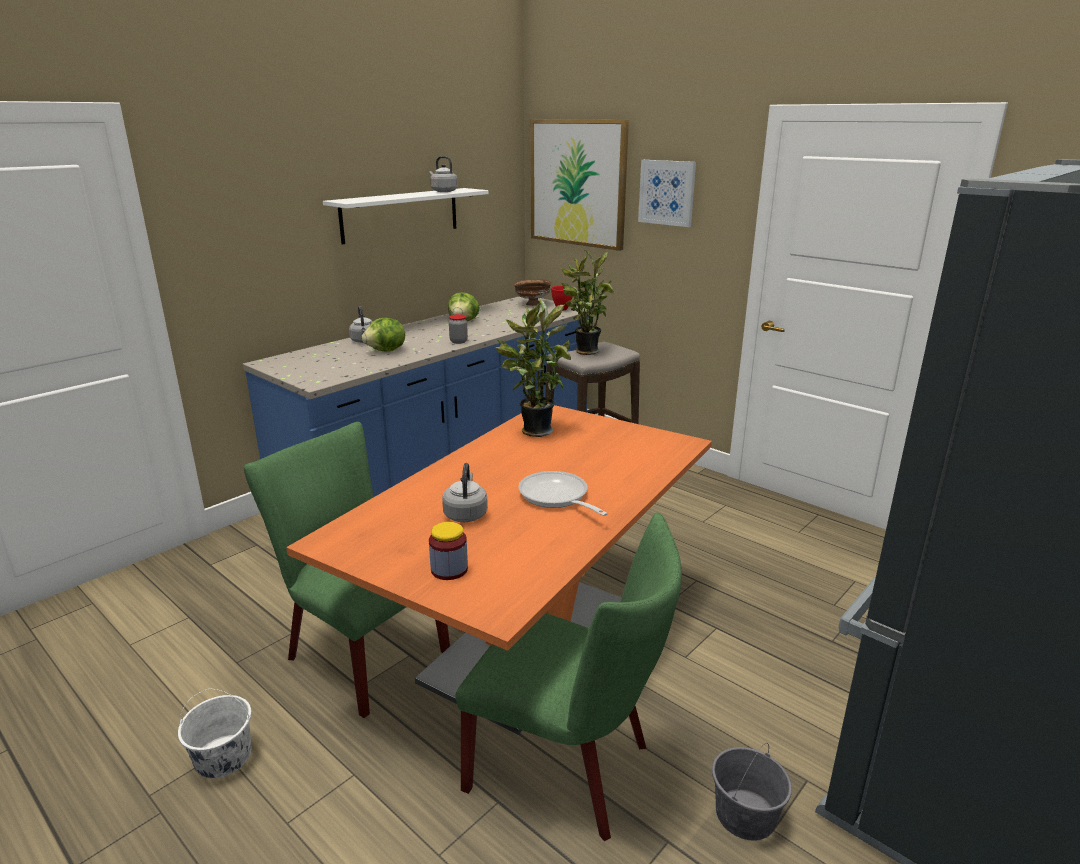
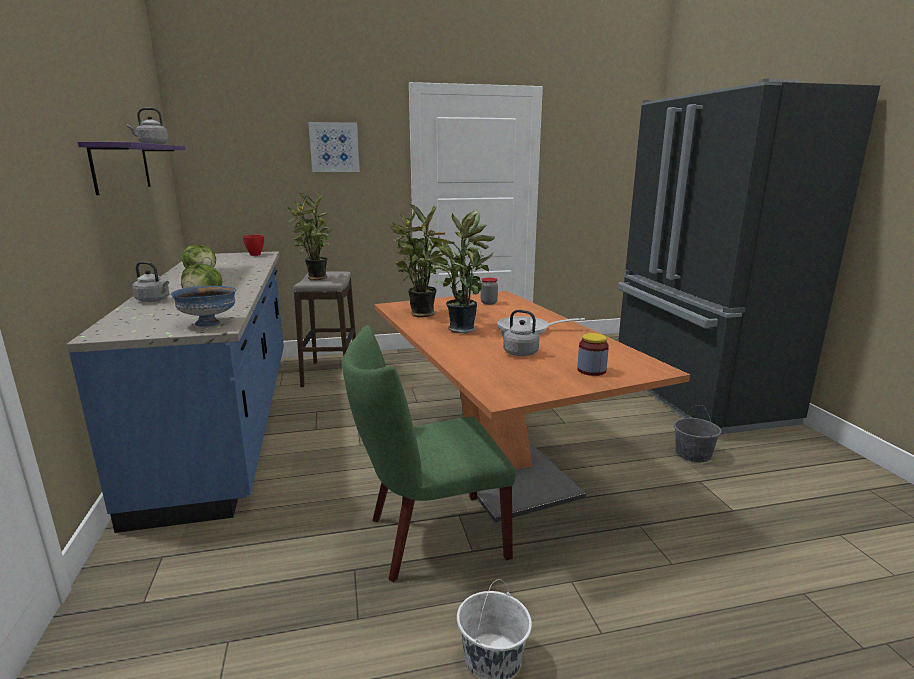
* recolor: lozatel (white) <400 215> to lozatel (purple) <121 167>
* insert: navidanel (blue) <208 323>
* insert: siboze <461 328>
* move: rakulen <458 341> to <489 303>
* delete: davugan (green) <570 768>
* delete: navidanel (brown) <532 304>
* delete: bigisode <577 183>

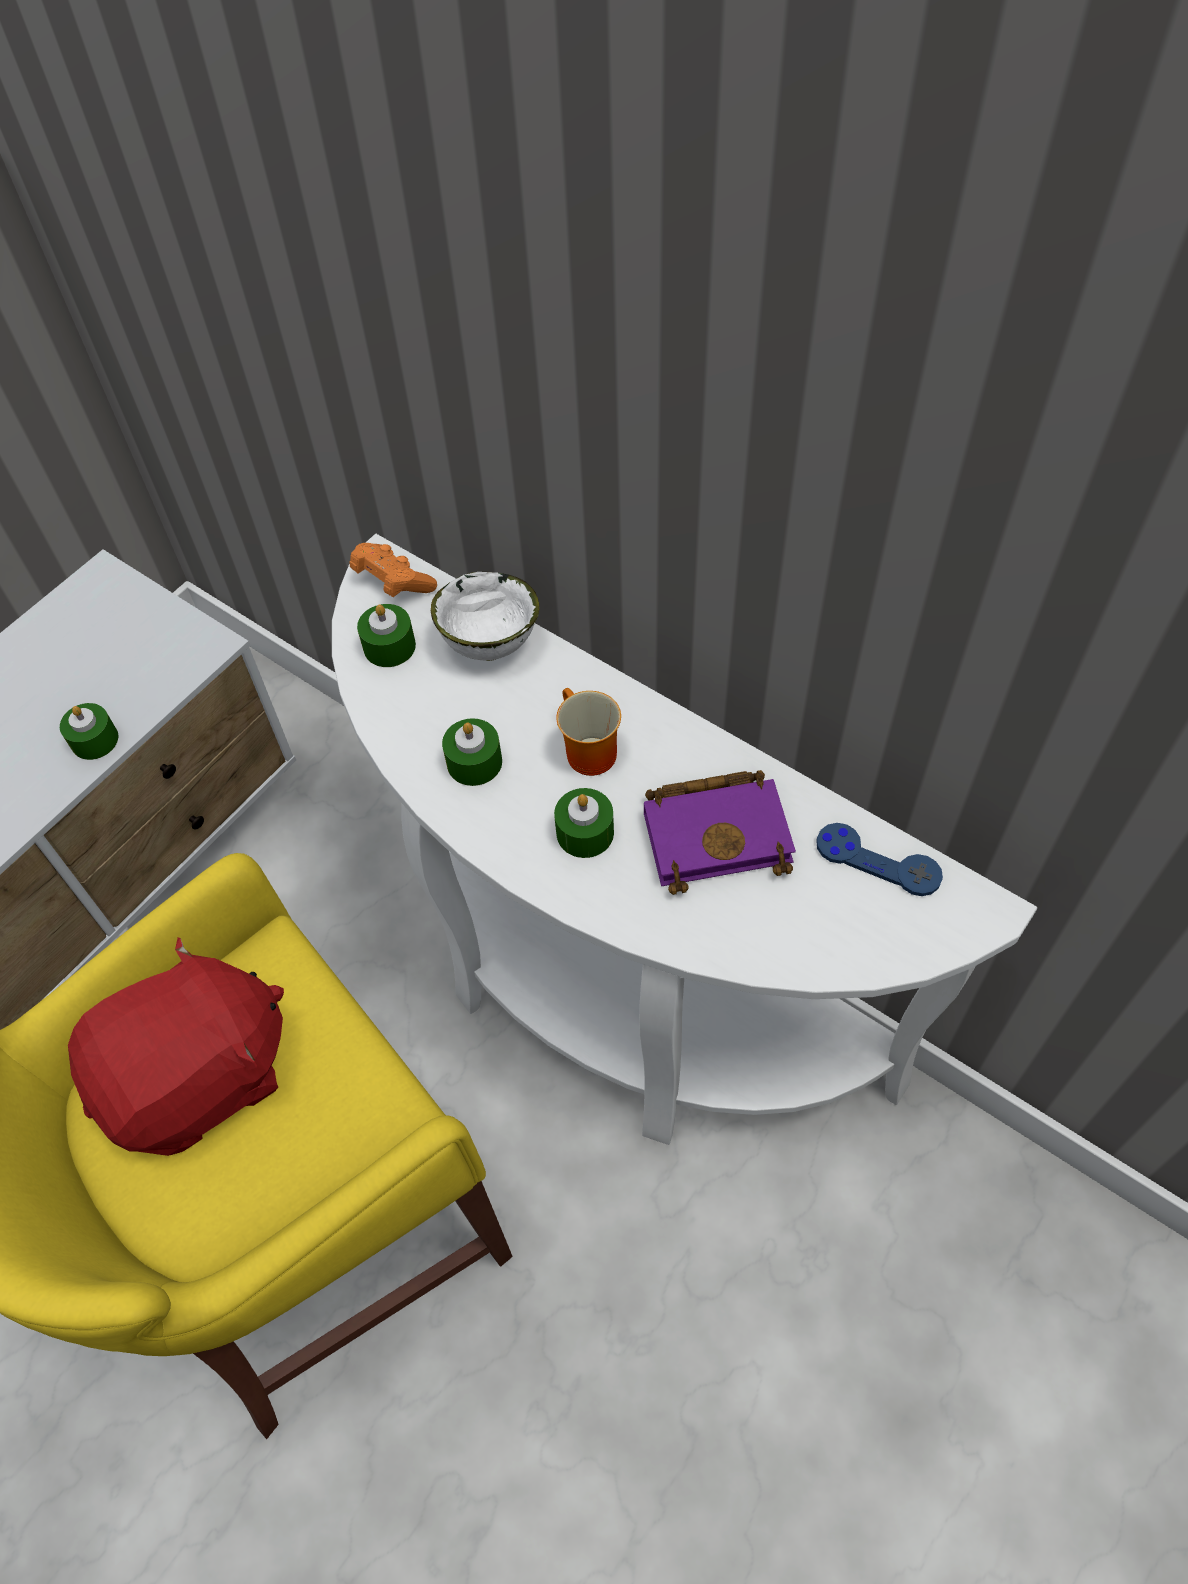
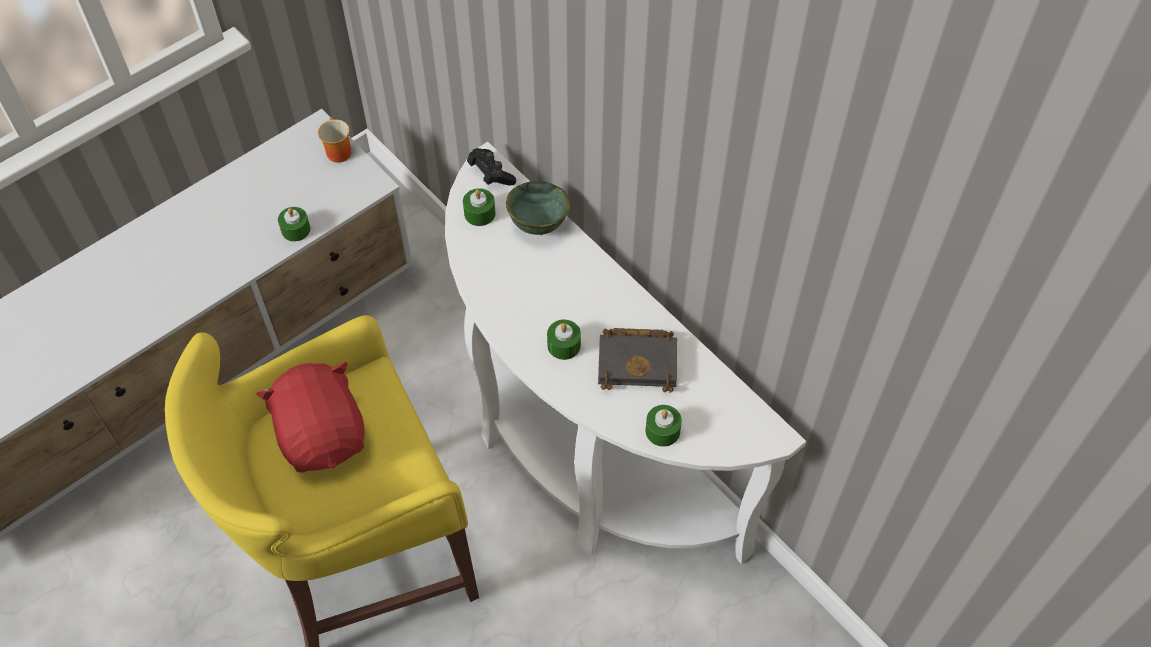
* rotate: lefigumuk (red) <200 1077> = <323 434> 90 degrees counterclockwise
* move: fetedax <585 752> to <336 151>
* recolor: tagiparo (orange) <393 582> to tagiparo (black) <490 174>
* recolor: navidanel (white) <488 645> to navidanel (green) <537 224>
* recolor: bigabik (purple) <719 833> to bigabik (black) <639 361>
* move: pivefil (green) <474 762> to <662 431>
* delete: tagiparo (blue) <878 861>

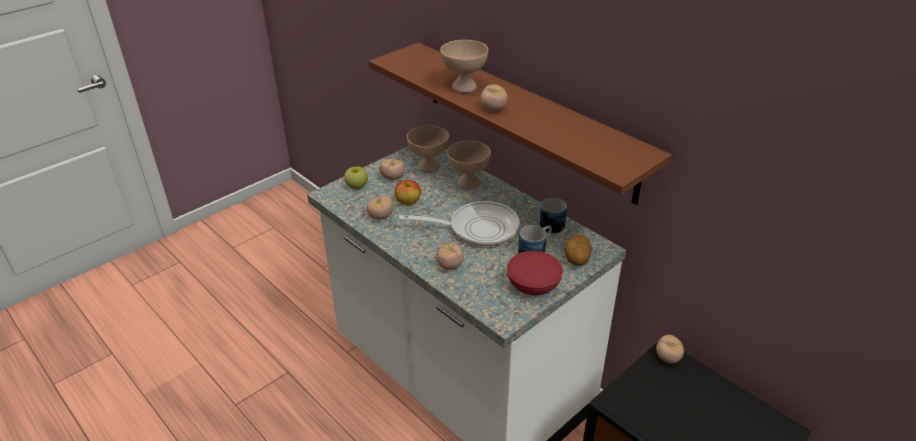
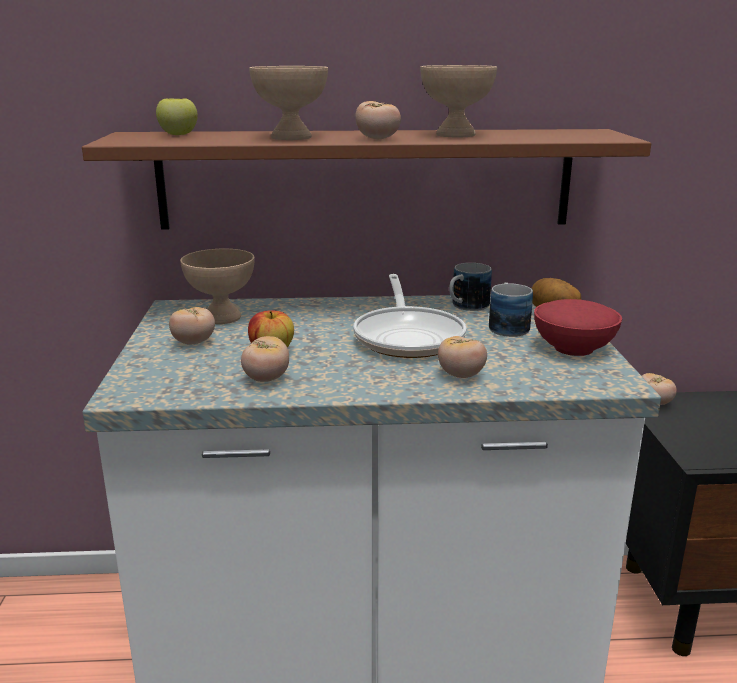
* move: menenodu <357 186> to <178 134>
* rotate: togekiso <477 228> = <408 336> 135 degrees clockwise
* move: navidanel (beige) <469 183> to <455 134>

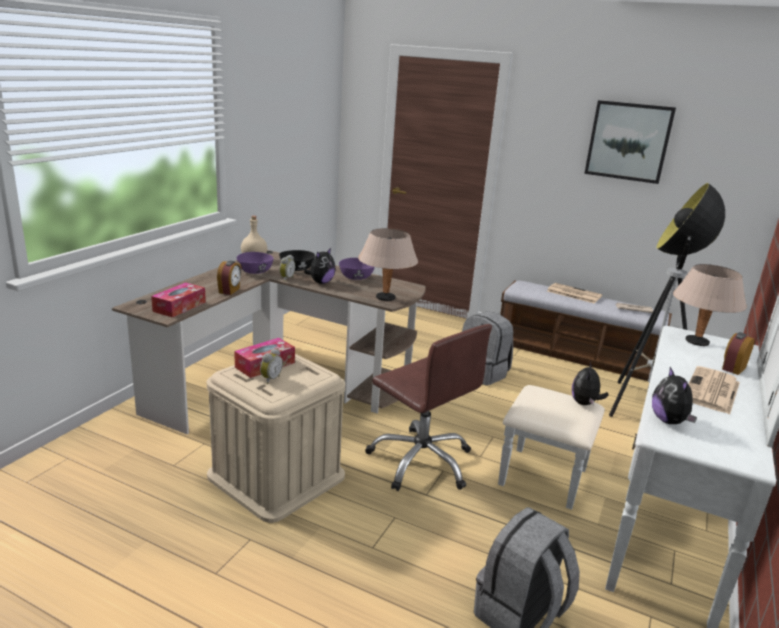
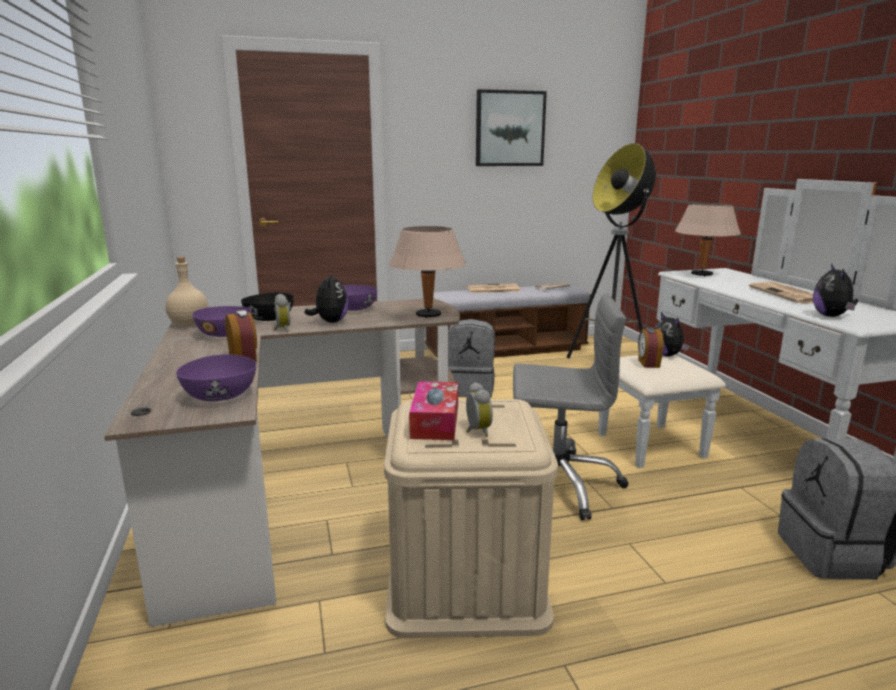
* replace: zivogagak <179 307> to navidanel (purple) <219 396>
* recolor: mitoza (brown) <421 461> to mitoza (grey) <557 483>
* move: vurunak <733 368> to <648 363>
* rotate: lefigumuk <669 421> = <832 316> 60 degrees clockwise

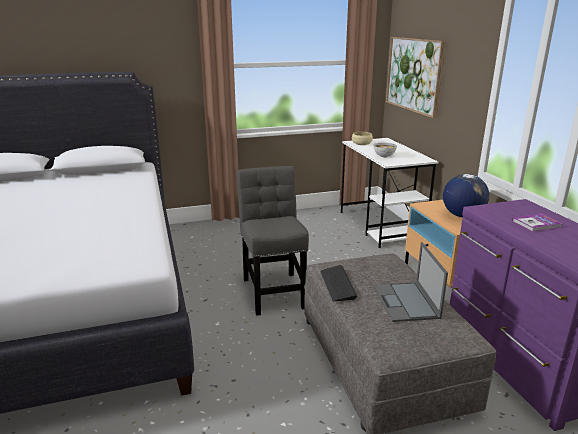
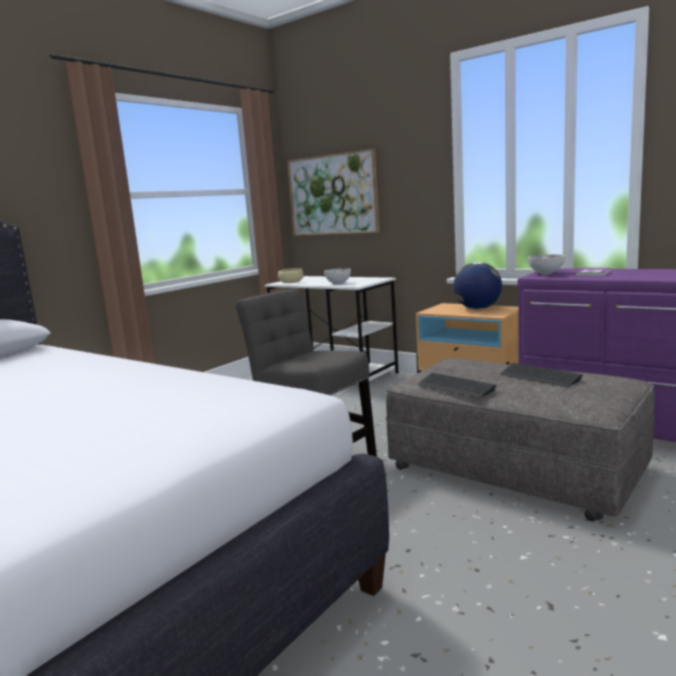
* replace: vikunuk <406 302> to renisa <539 377>
* insert: navidanel <546 274>

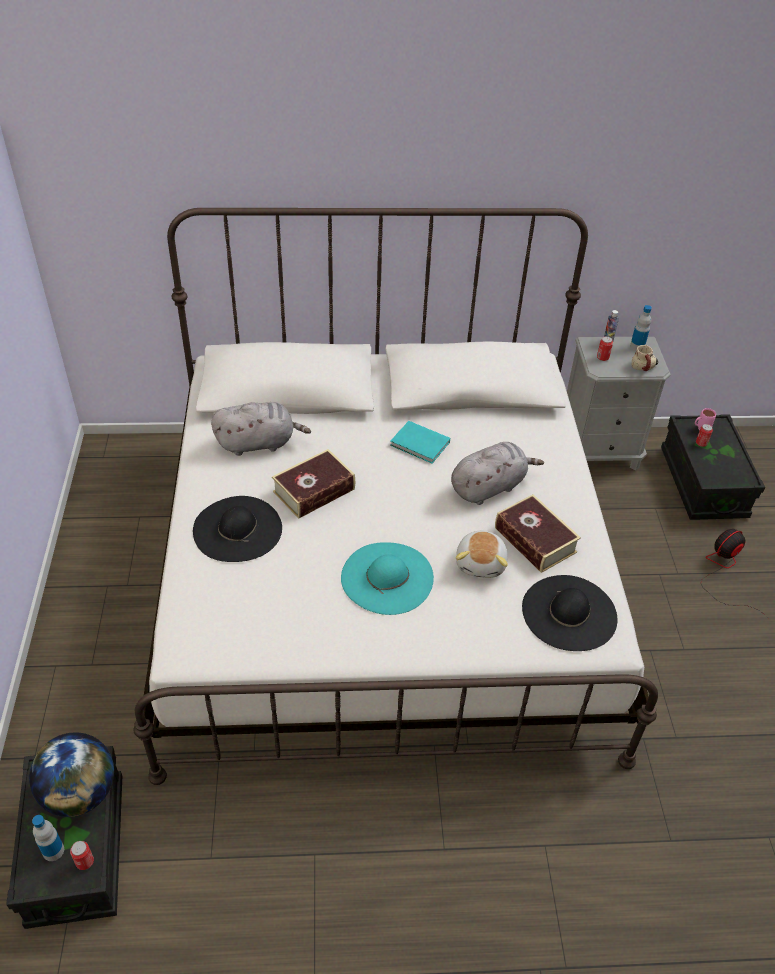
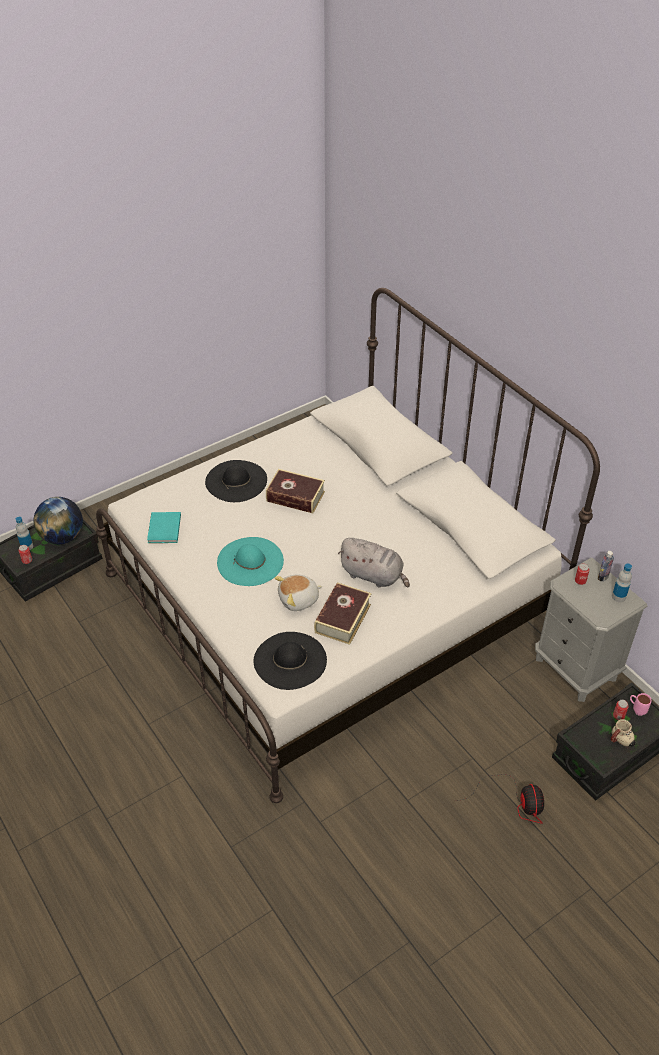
* move: bigabik (turquoise) <420 445> to <163 530>
* rotate: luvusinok <724 571> = <515 802> 60 degrees clockwise
* move: fetedax <645 368> to <620 741>
* delete: lefigumuk (grey) <259 443>

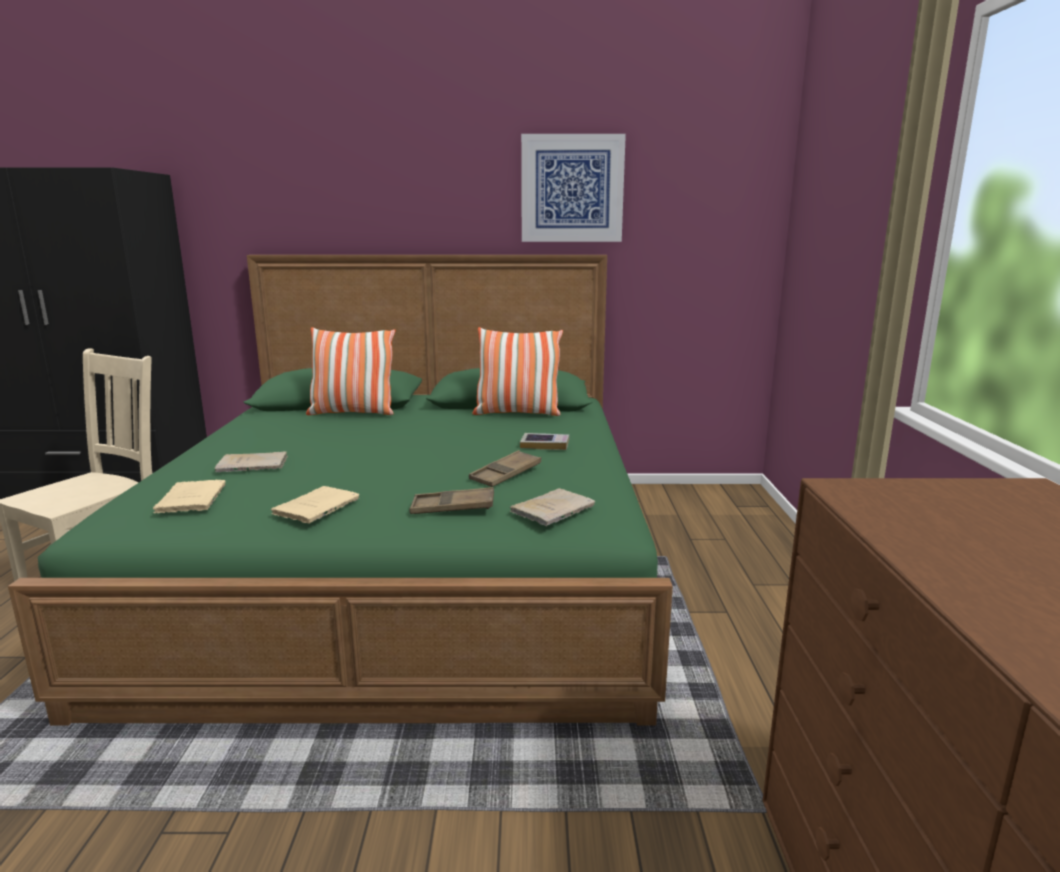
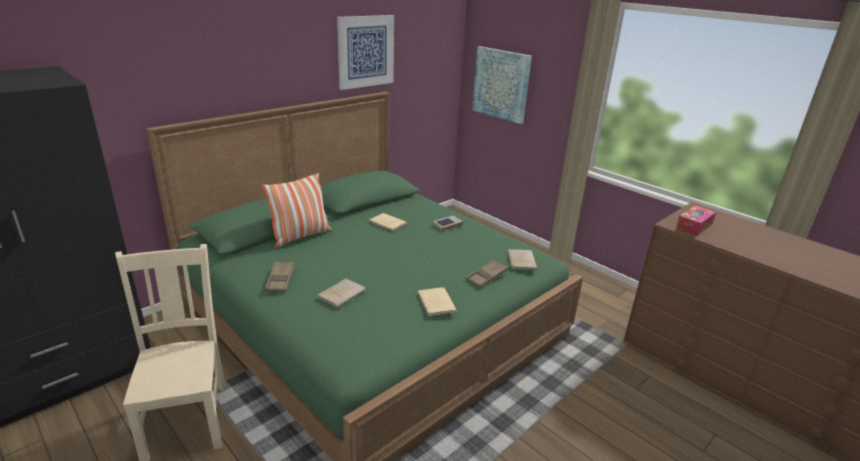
* move: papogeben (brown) <506 474> to <280 279>
* move: bigabik (beige) <192 498> to <387 223>
* insert: bigisode <501 84>
* insert: zivogagak <694 226>
* delete: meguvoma <517 413>

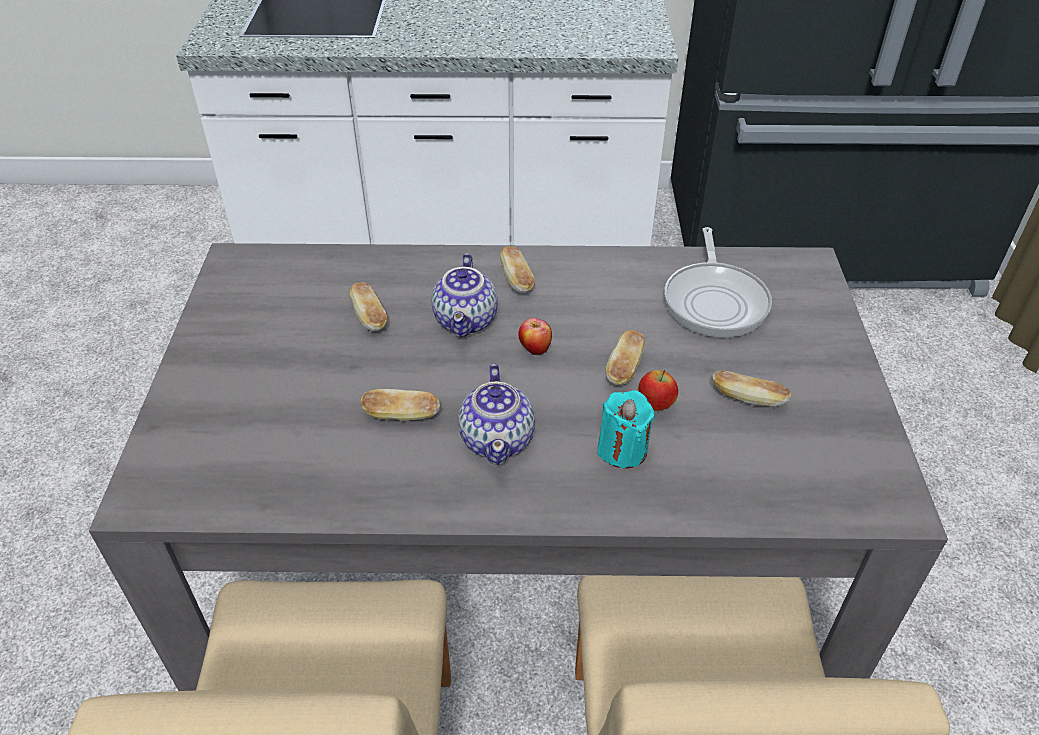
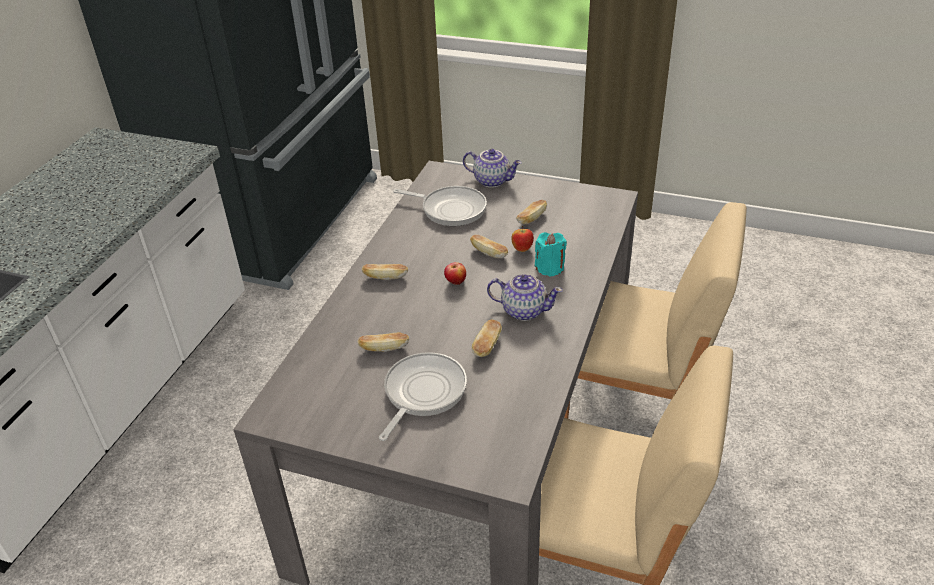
* insert: togekiso <422 393>
* move: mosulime <467 321> to <492 180>

